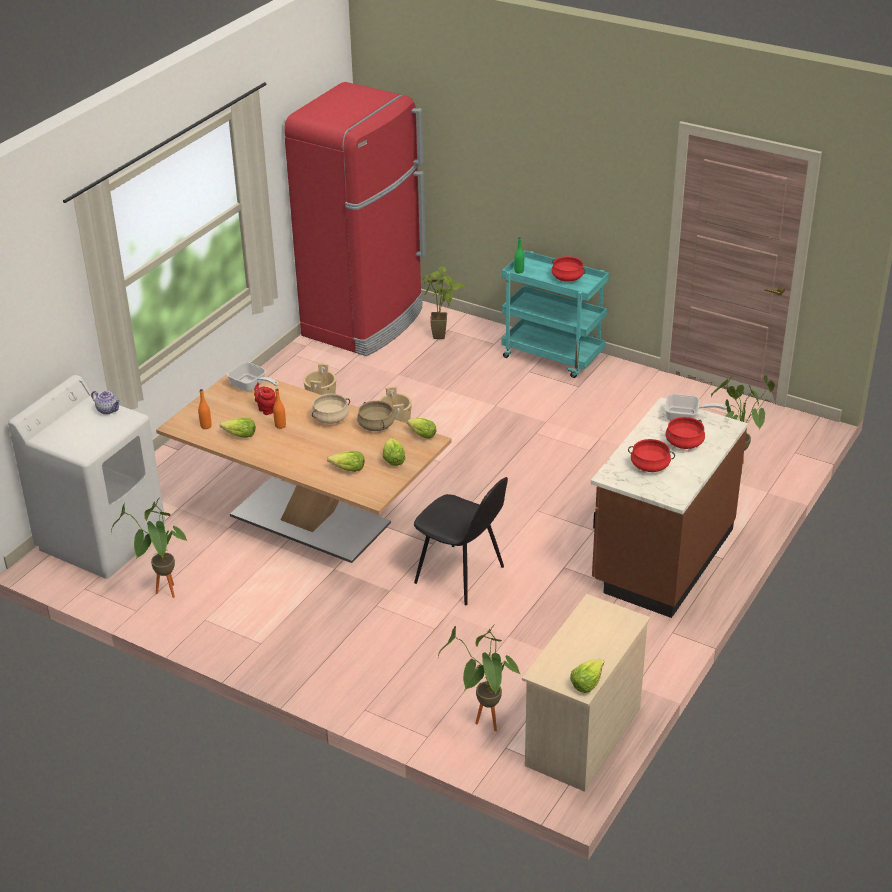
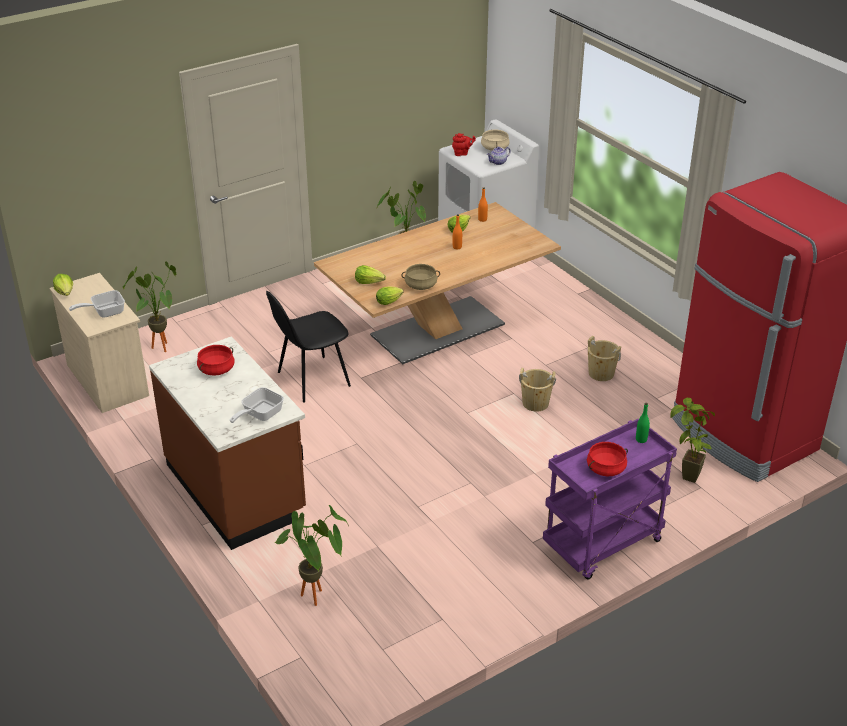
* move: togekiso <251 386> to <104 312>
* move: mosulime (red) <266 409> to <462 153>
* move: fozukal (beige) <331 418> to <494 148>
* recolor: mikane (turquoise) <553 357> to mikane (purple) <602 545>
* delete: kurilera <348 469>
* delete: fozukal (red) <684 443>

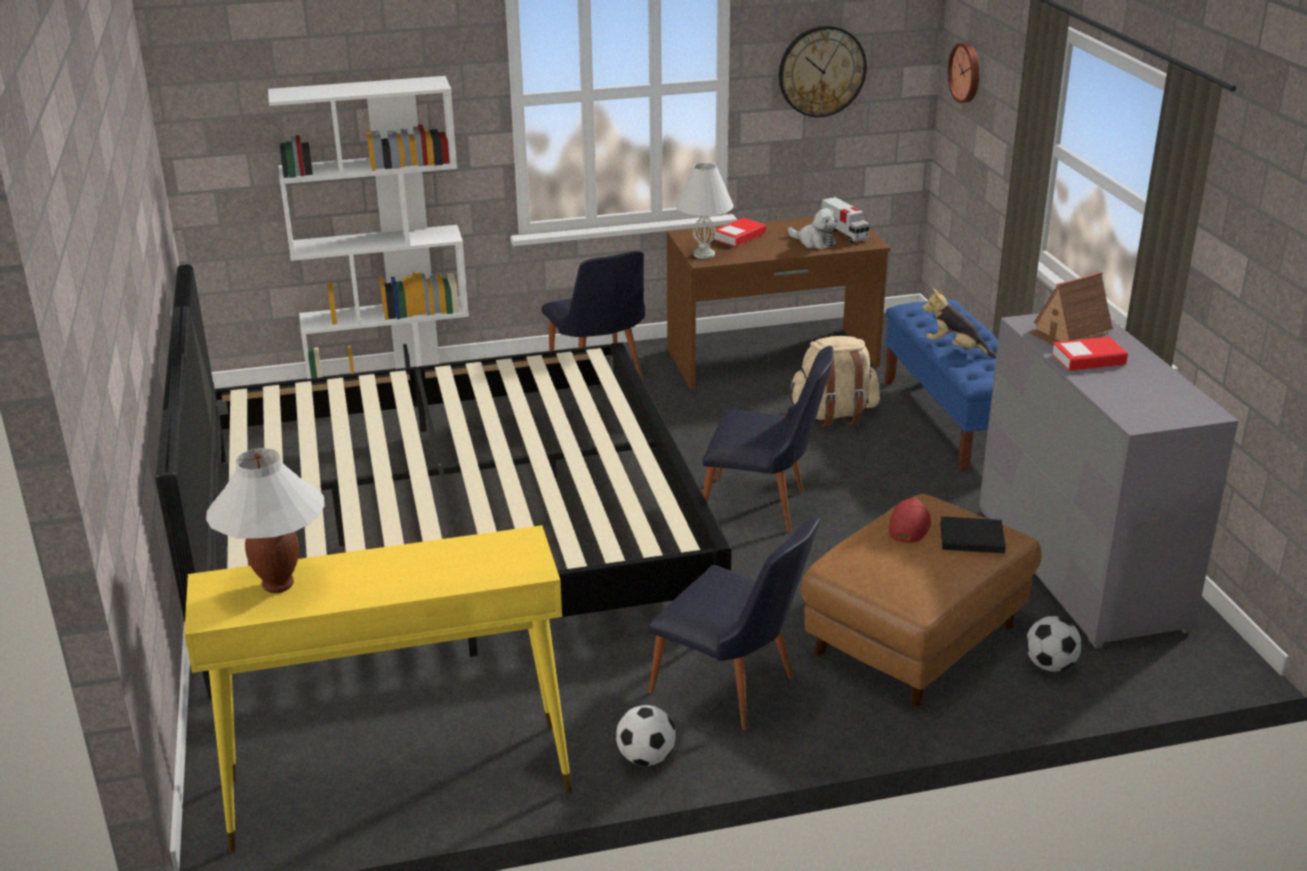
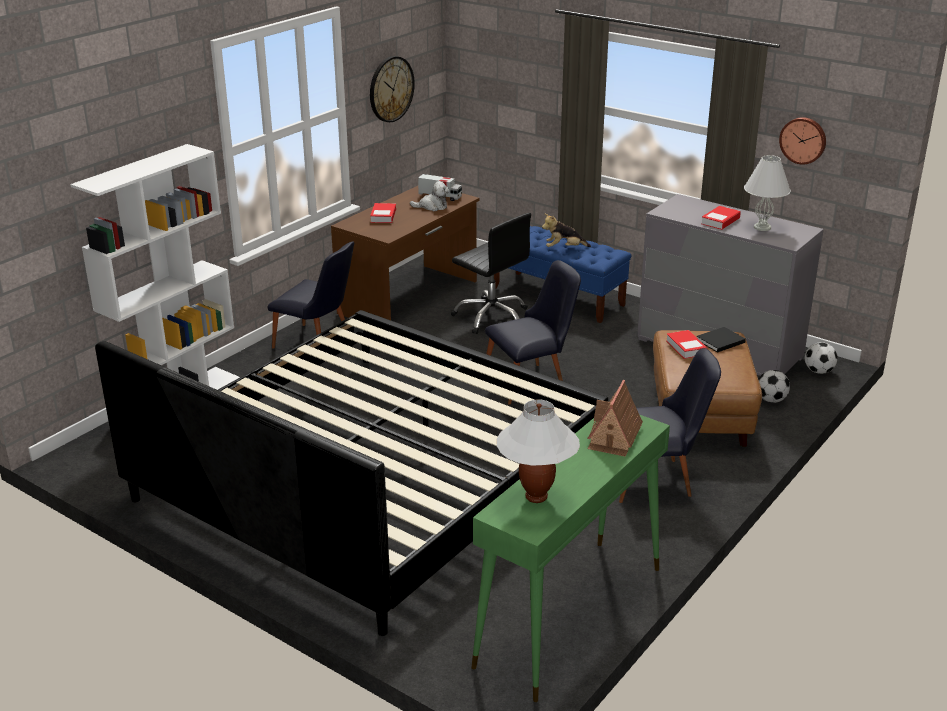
* replace: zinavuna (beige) <833 415> to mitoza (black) <492 317>
* recolor: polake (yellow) <397 786> to polake (green) <569 617>
* move: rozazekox <1068 333> to <614 437>
* replace: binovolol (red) <909 526> to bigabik <686 348>
* move: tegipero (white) <704 254> to <762 227>
* move: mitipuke <966 72> to <803 140>
* move: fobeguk <645 758> to <818 371>

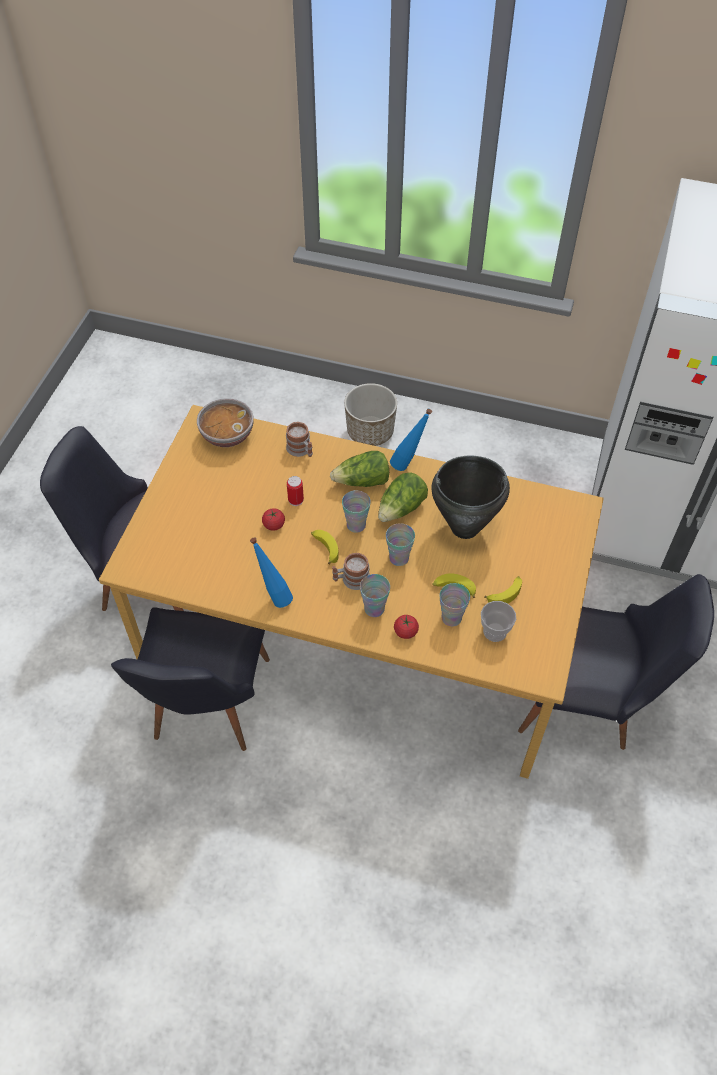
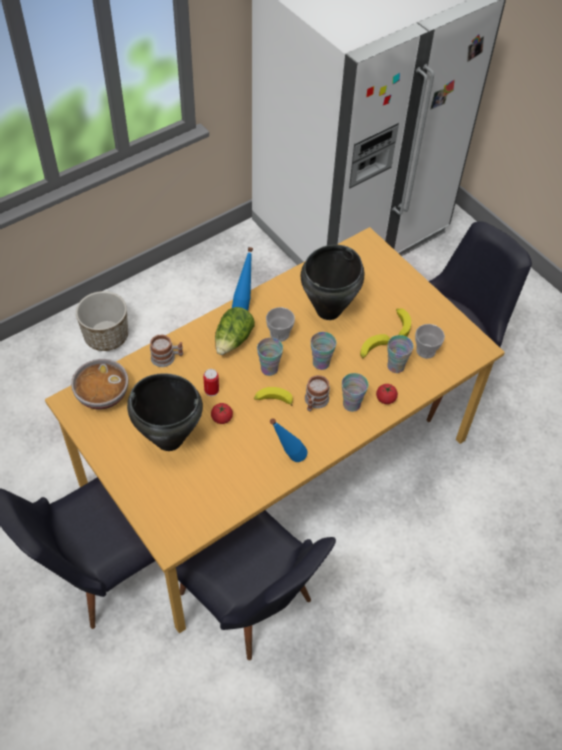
* insert: fozukal (black) <169 439>
* replace: kurilera <401 508> to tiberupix <279 334>

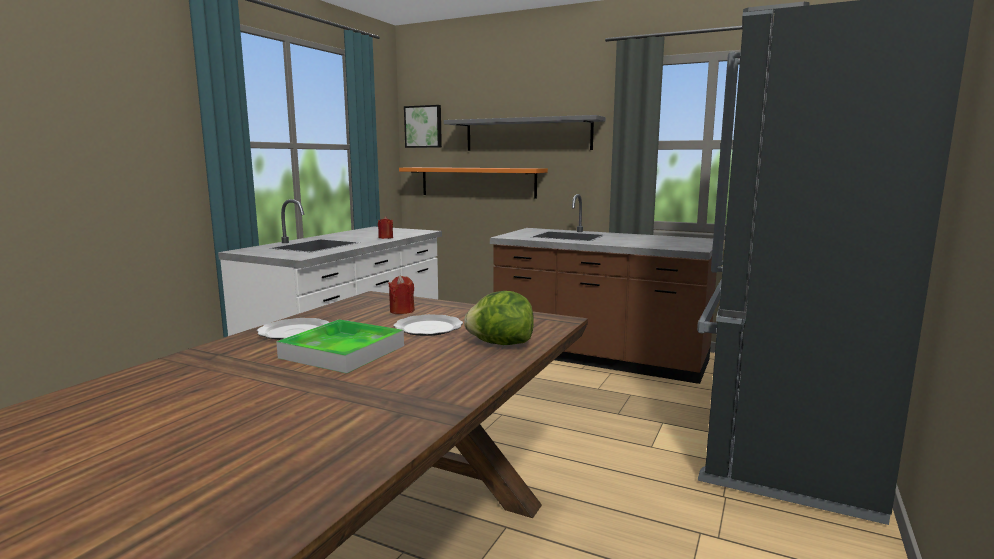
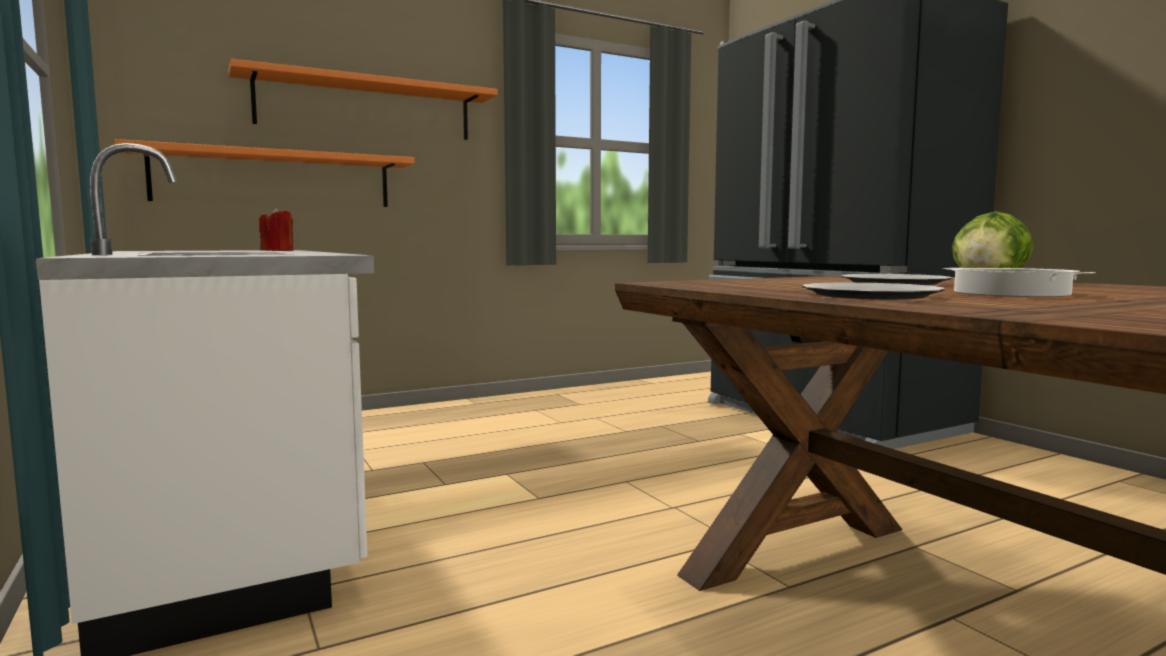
* recolor: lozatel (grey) <527 135> to lozatel (orange) <366 108>
* replace: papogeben <342 352> to fozukal <1009 293>
* delete: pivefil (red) <402 311>
* delete: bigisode <424 126>
* delete: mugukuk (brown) <599 357>

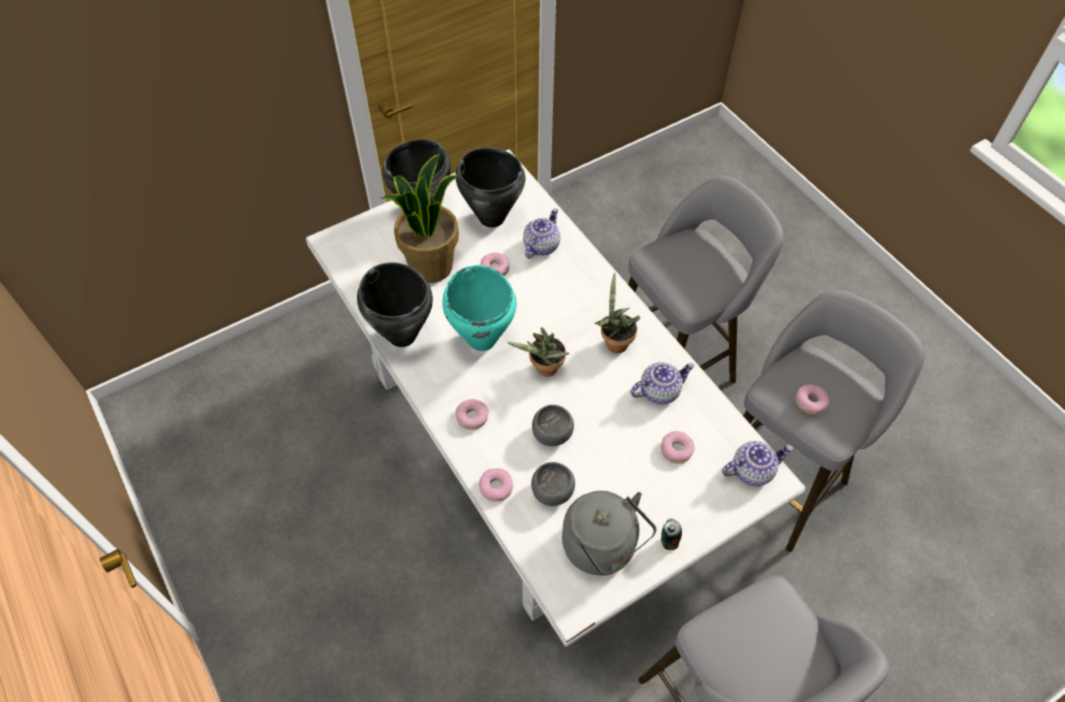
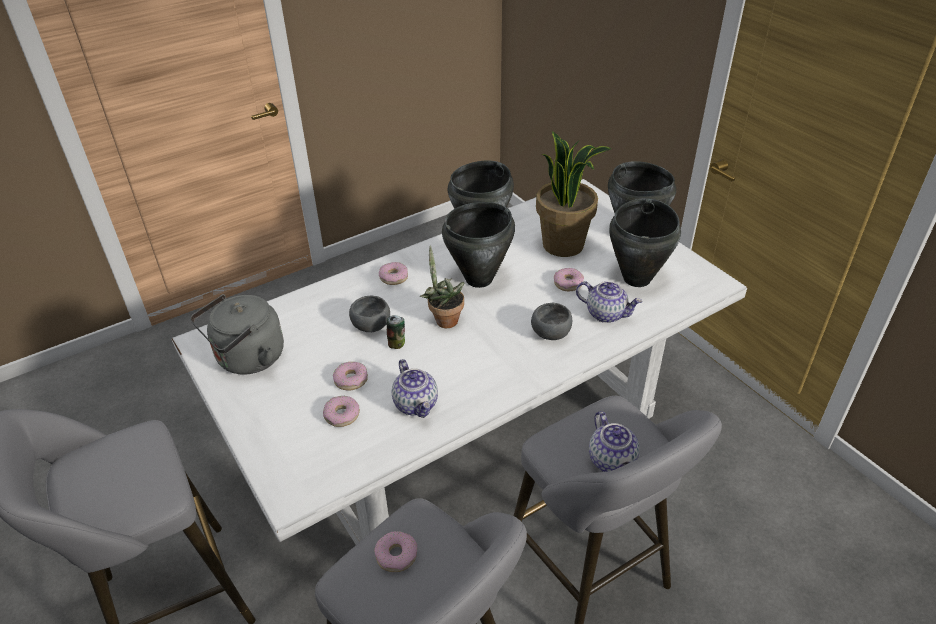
* move: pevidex <496 487> to <351 380>
* move: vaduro <668 541> to <397 344>
* recolor: fozukal (turquoise) <482 339> to fozukal (black) <479 279>
* move: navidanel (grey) <553 491> to <551 334>
* move: mosulime <752 470> to <613 461>
* delete: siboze <614 342>

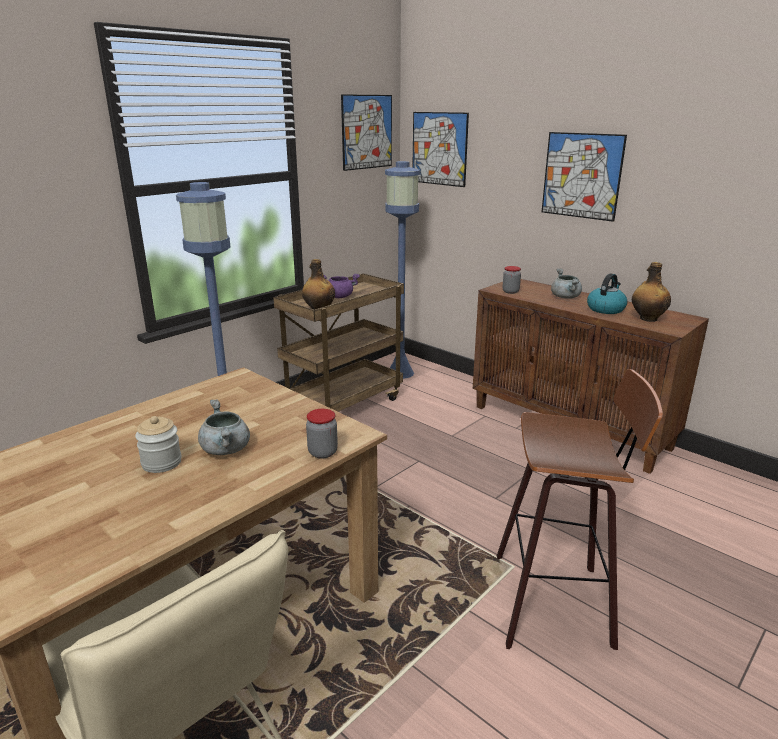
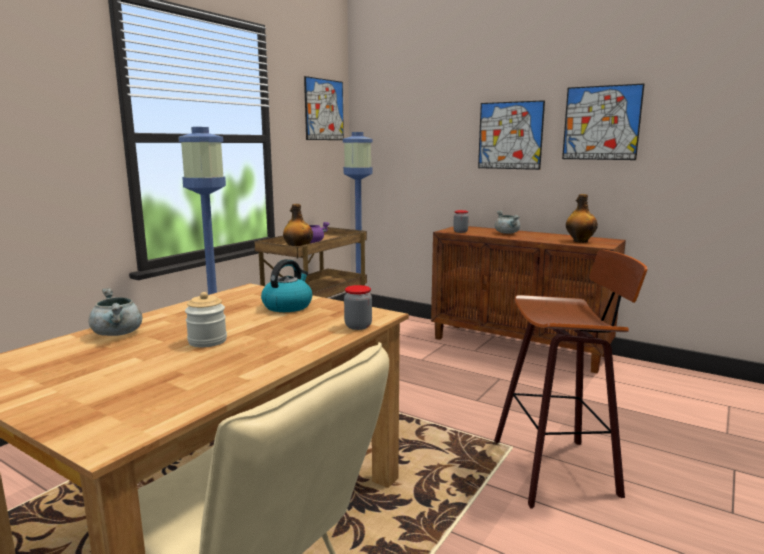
* move: fozukal (grey) <226 450> to <118 333>
* move: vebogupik <605 309> to <288 306>
* move: bigisode <439 149> to <601 123>

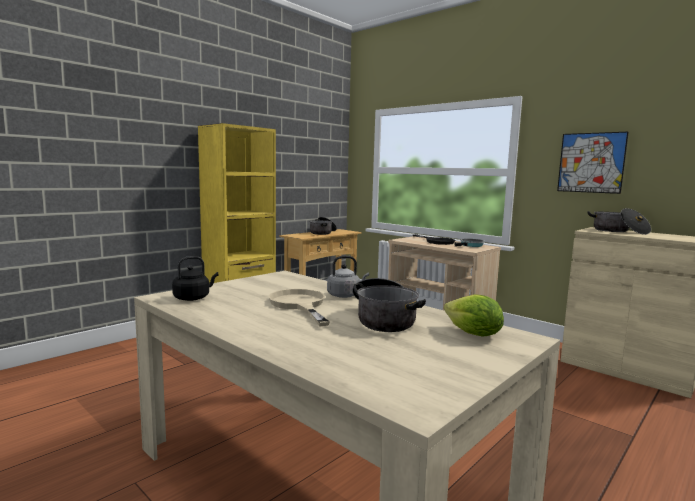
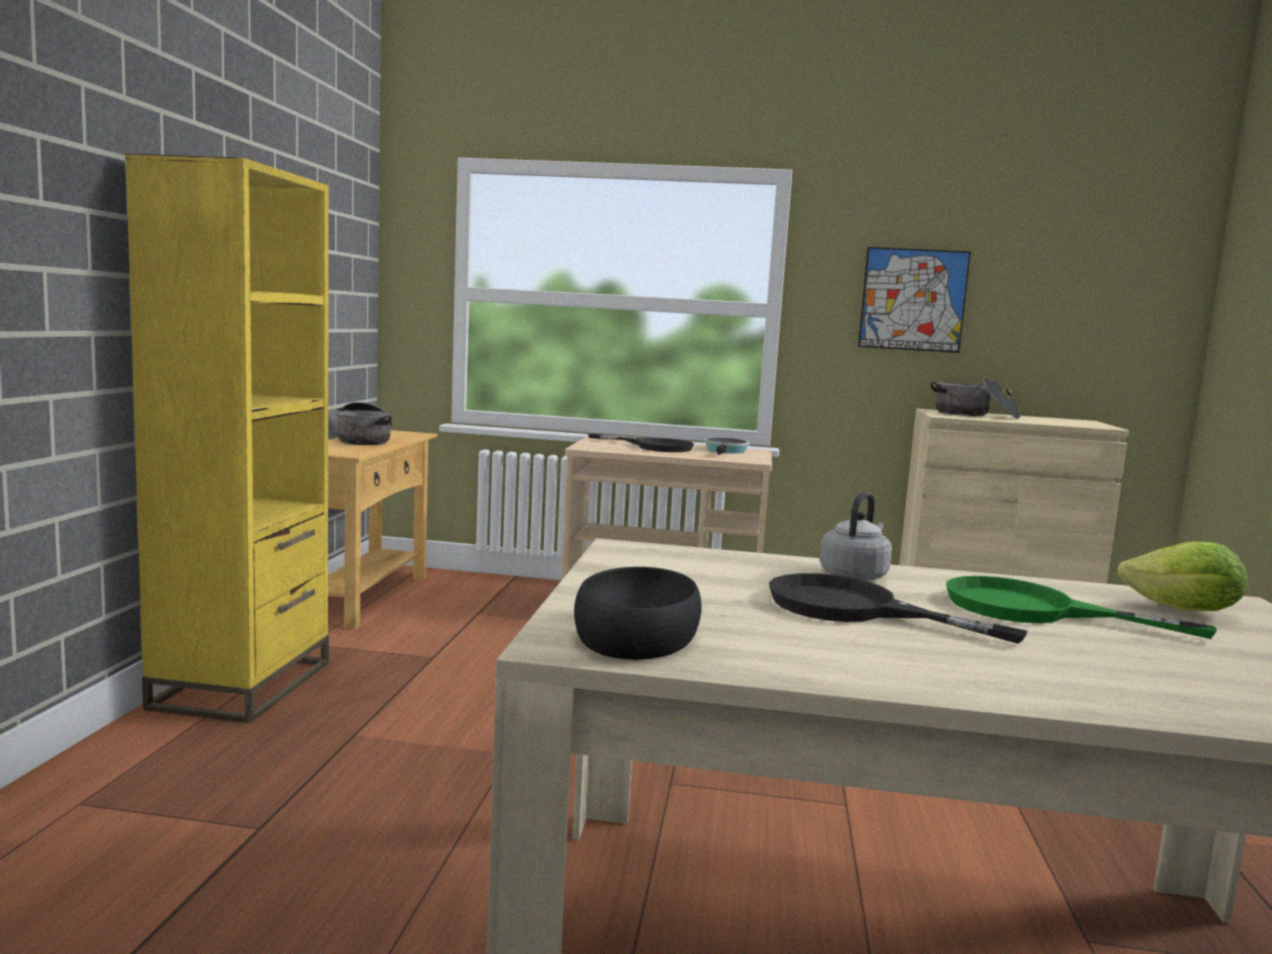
* replace: vebogupik (black) <193 298> to navidanel (black) <635 634>
* recolor: togekiso (beige) <299 305> to togekiso (black) <854 609>
* replace: fozukal <384 319> to togekiso (green) <1034 610>

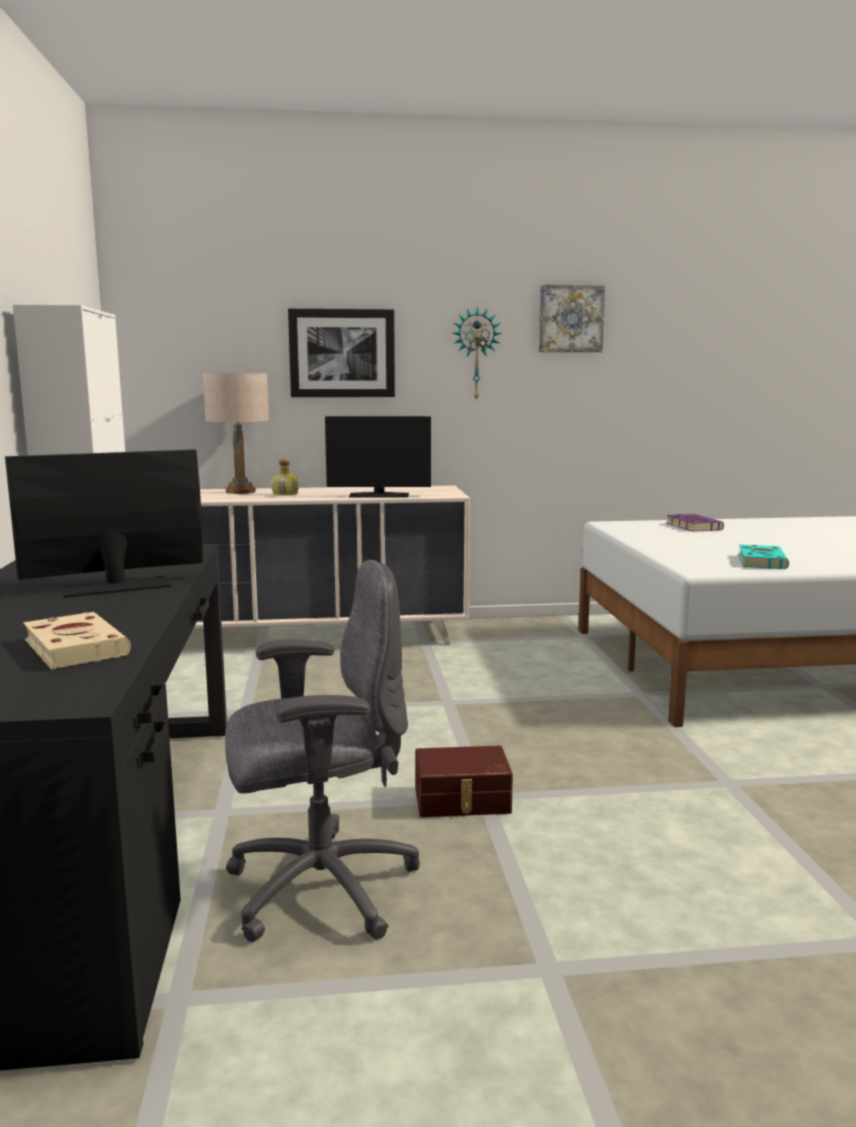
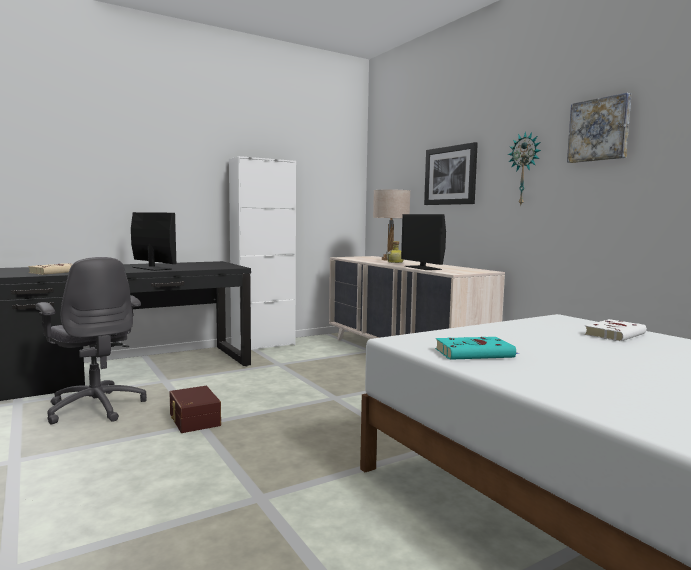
* recolor: bigabik (purple) <692 526> to bigabik (white) <615 334>

